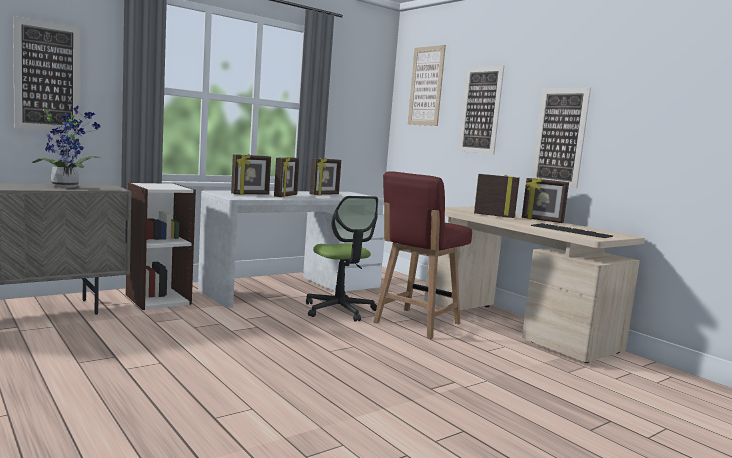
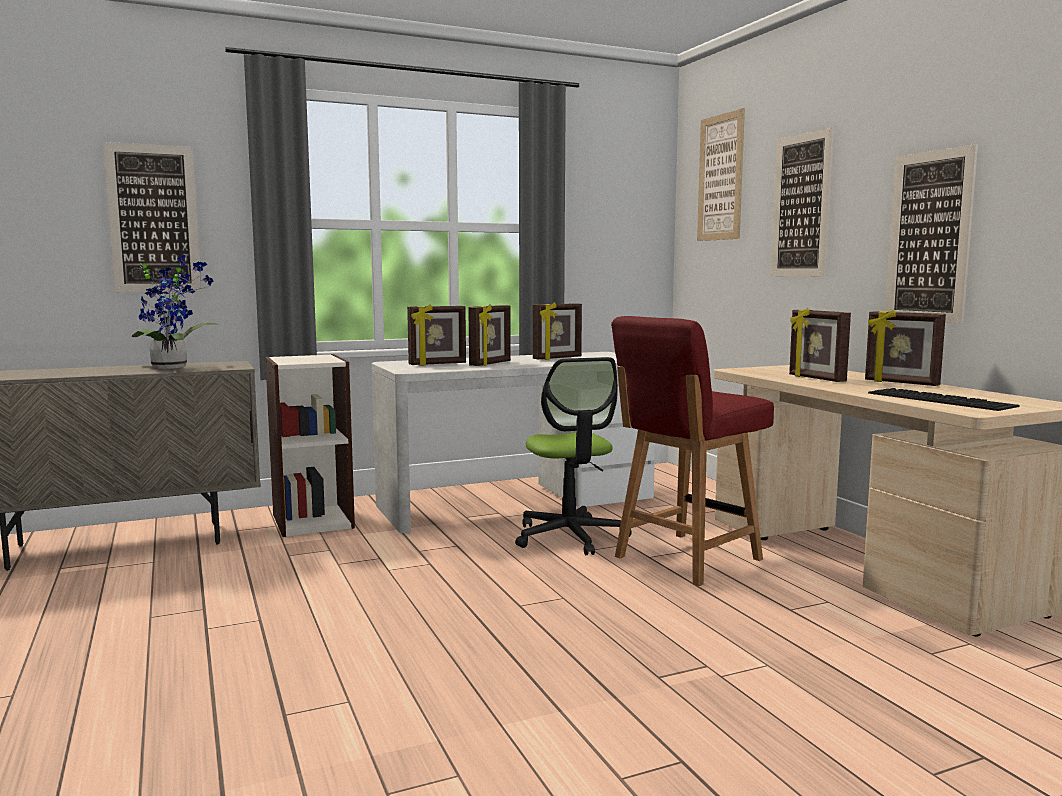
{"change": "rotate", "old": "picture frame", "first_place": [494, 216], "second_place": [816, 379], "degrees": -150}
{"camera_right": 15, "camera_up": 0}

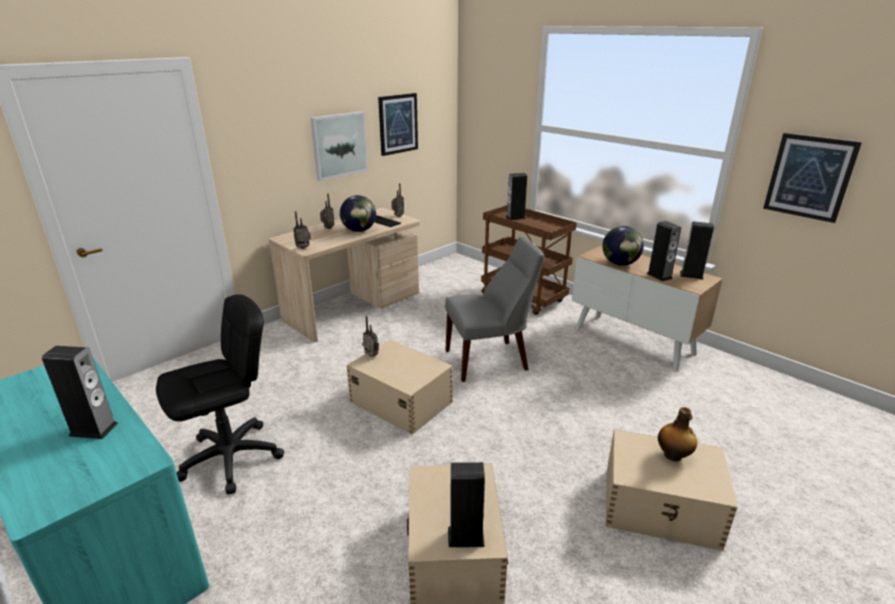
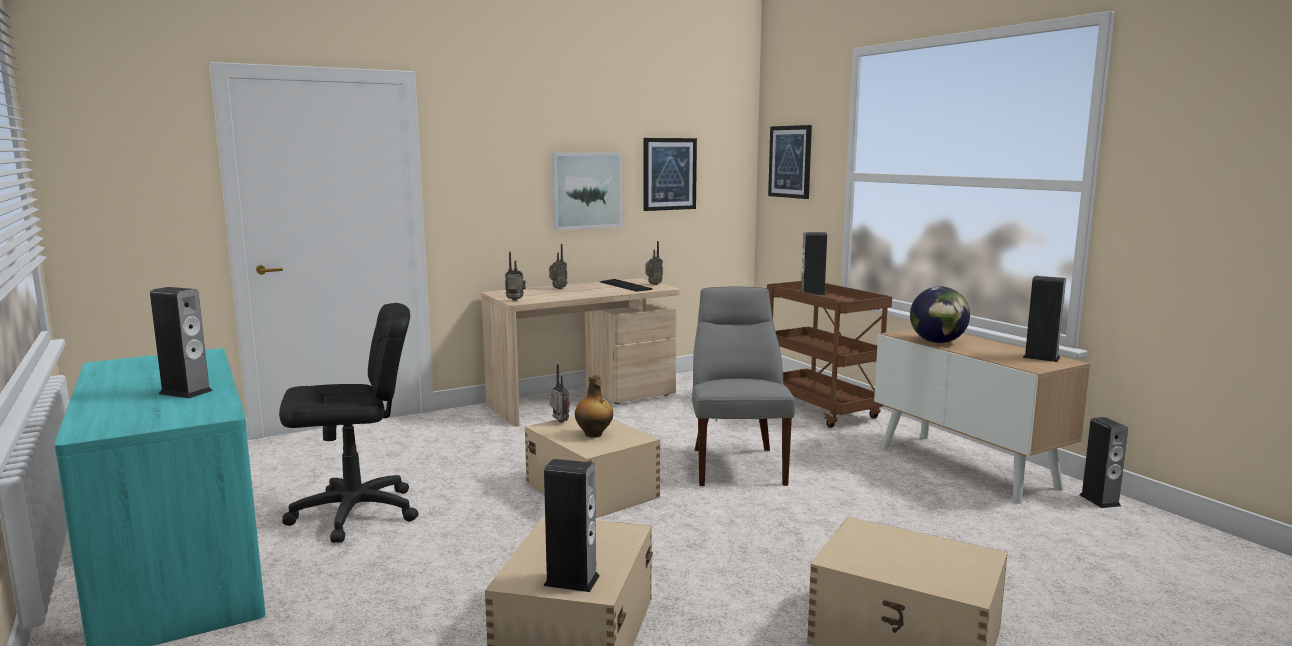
{"change": "move", "old": "picture", "first_place": [809, 177], "second_place": [790, 161]}
{"change": "delete", "old": "globe", "first_place": [359, 230]}
{"change": "move", "old": "speaker", "first_place": [659, 276], "second_place": [1099, 500]}
{"change": "rotate", "old": "chair in grey", "first_place": [490, 360], "second_place": [737, 464], "degrees": -90}
{"change": "move", "old": "bottle", "first_place": [673, 456], "second_place": [594, 434]}
{"camera_right": 15, "camera_up": -15}

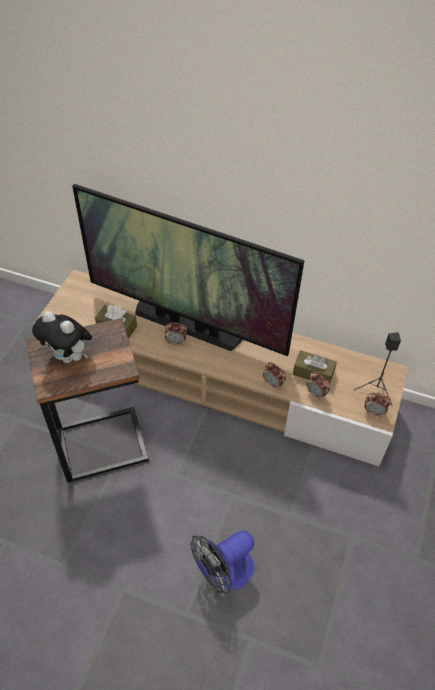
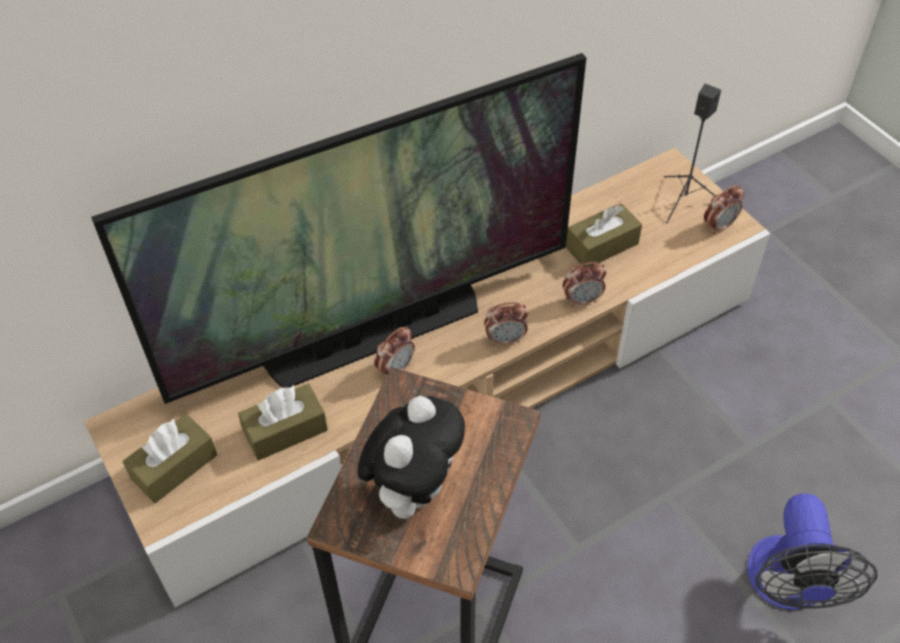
{"change": "rotate", "old": "plush toy", "first_place": [69, 357], "second_place": [414, 489], "degrees": -45}
{"change": "move", "old": "alarm clock", "first_place": [316, 393], "second_place": [505, 339]}
{"change": "insert", "new": "tissue box in brown", "second_place": [174, 466]}
{"camera_right": -50, "camera_up": 0}

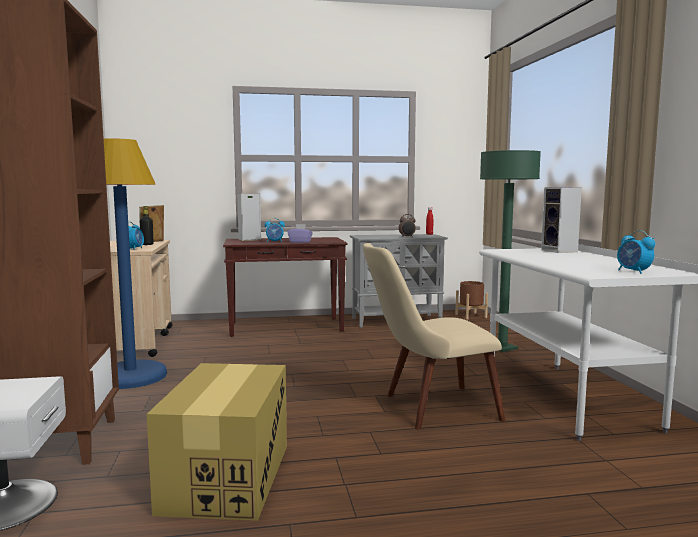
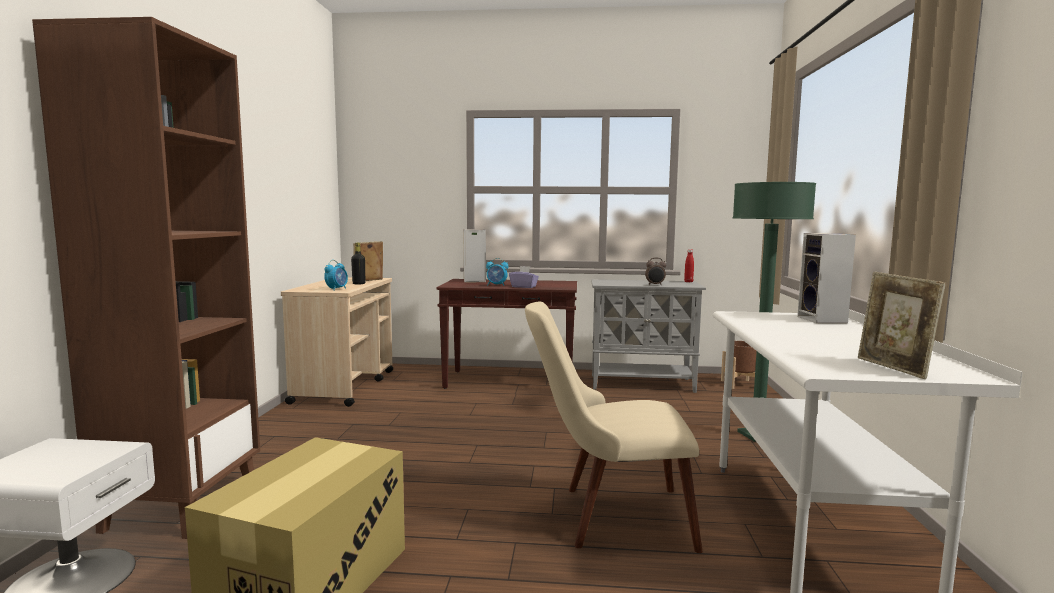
{"change": "delete", "old": "floor lamp in blue", "first_place": [130, 376]}
{"change": "replace", "old": "alarm clock", "new": "picture frame", "first_place": [633, 271], "second_place": [893, 368]}
{"camera_right": 15, "camera_up": 0}

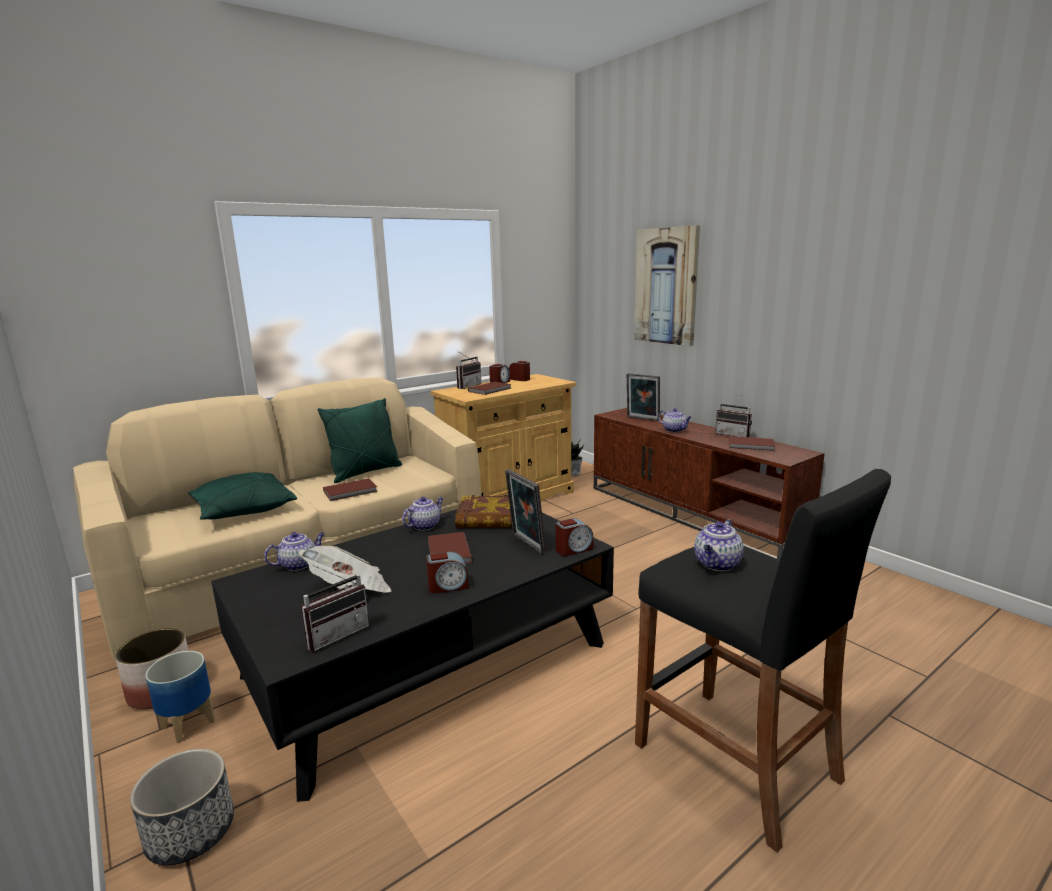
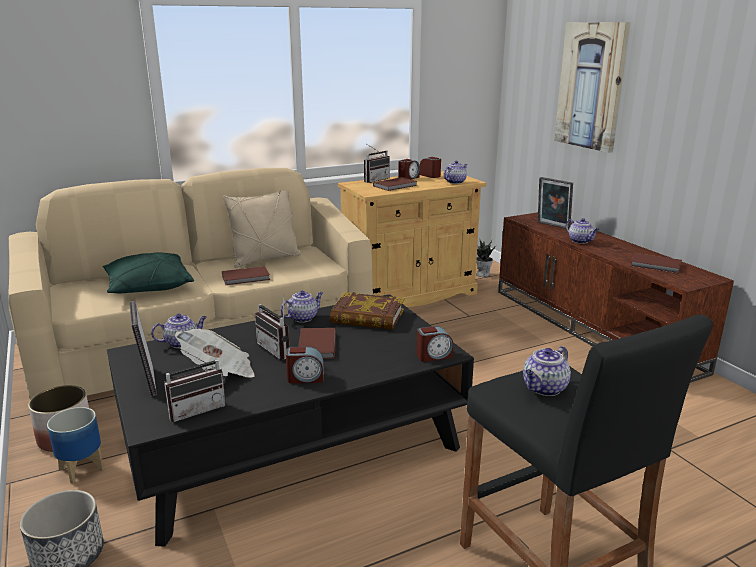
{"change": "move", "old": "radio", "first_place": [734, 435], "second_place": [278, 349]}
{"change": "recolor", "old": "pillow in green", "new": "pillow in beige", "first_place": [365, 472], "second_place": [265, 259]}
{"change": "move", "old": "picture frame", "first_place": [526, 544], "second_place": [148, 382]}
{"change": "insert", "new": "teapot", "second_place": [455, 182]}
{"camera_right": 10, "camera_up": 5}

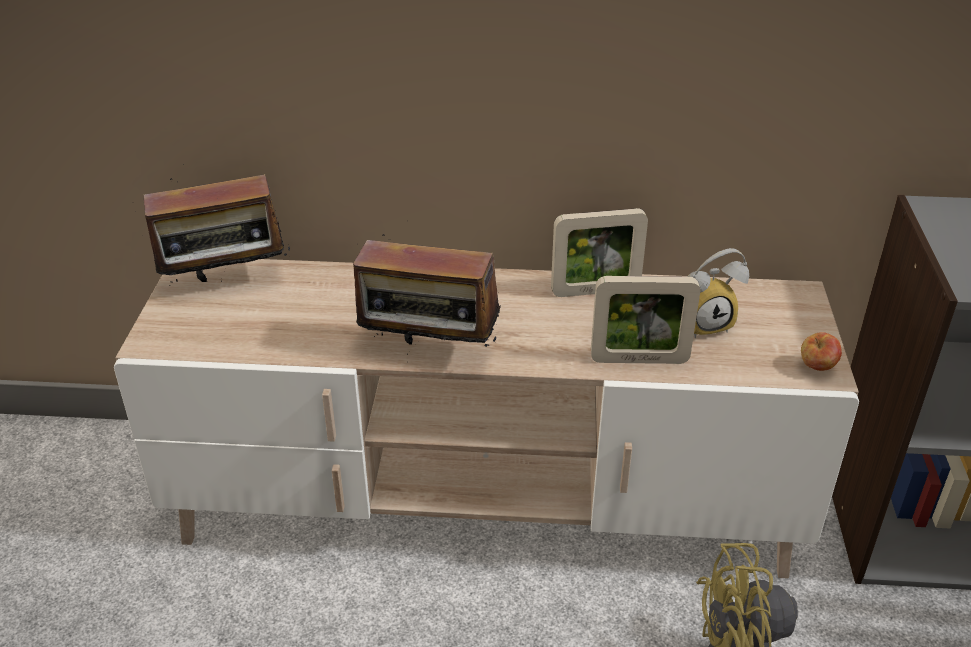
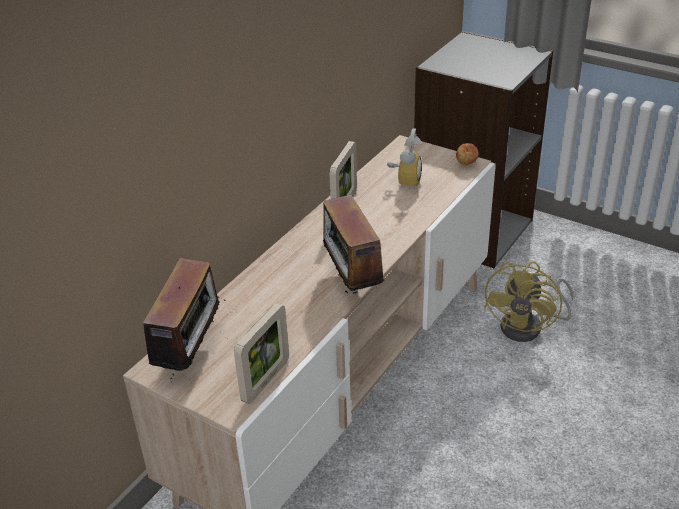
{"change": "rotate", "old": "radio", "first_place": [429, 353], "second_place": [351, 283], "degrees": 120}
{"change": "move", "old": "picture frame", "first_place": [639, 360], "second_place": [266, 380]}
{"camera_right": -60, "camera_up": 0}

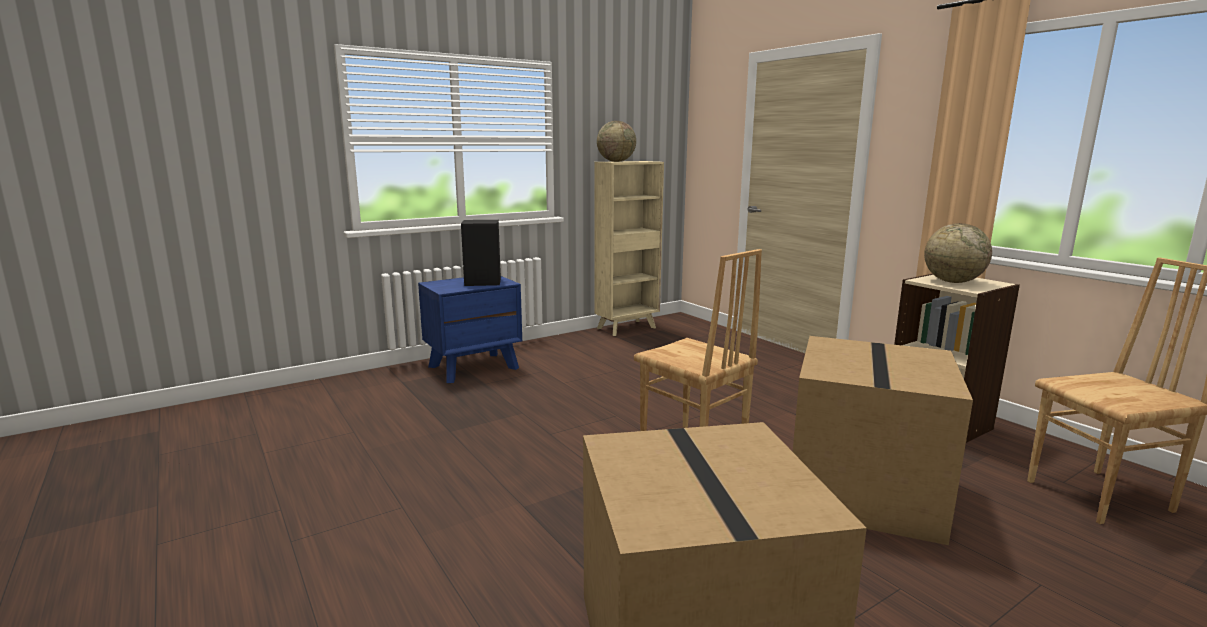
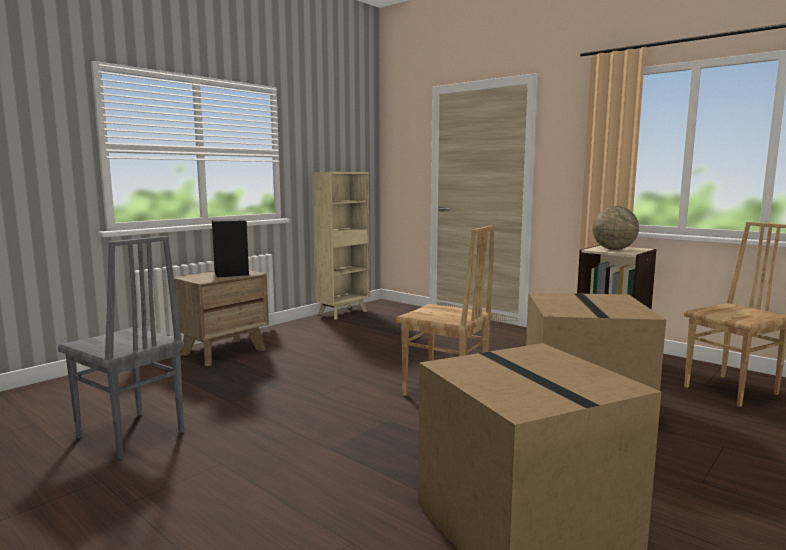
{"change": "delete", "old": "globe", "first_place": [616, 161]}
{"change": "recolor", "old": "nightstand in blue", "new": "nightstand in brown", "first_place": [474, 367], "second_place": [223, 352]}
{"change": "insert", "new": "chair in grey", "second_place": [129, 435]}
{"camera_right": -15, "camera_up": -5}

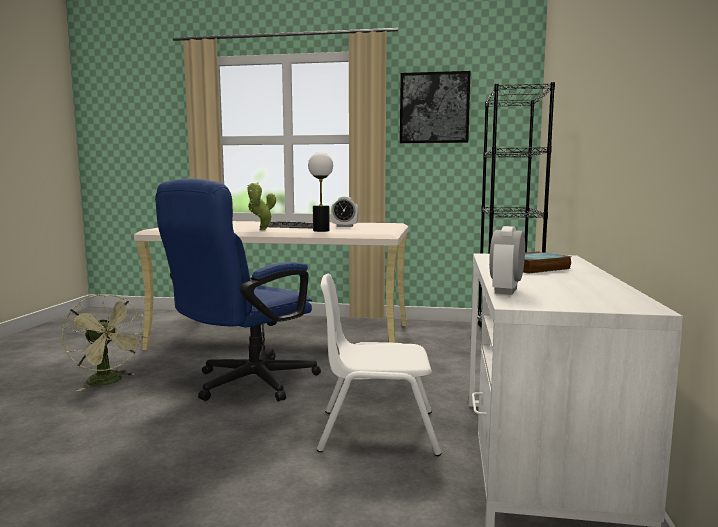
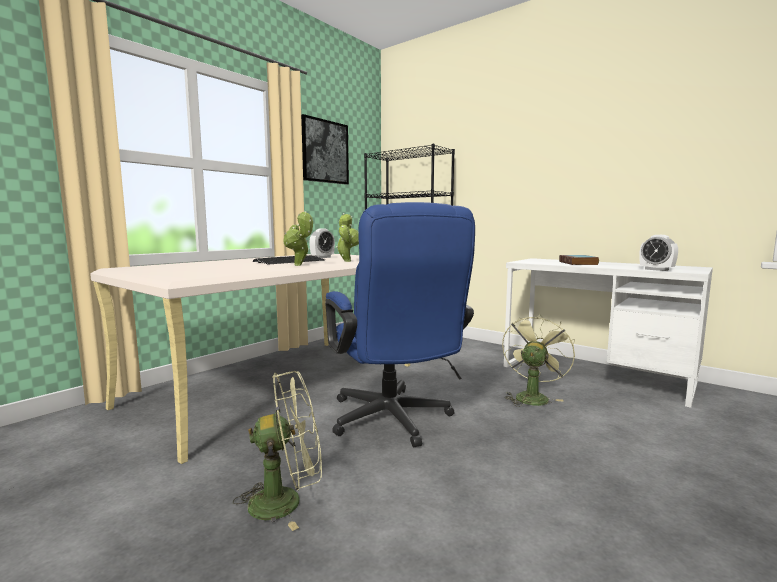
{"change": "replace", "old": "table lamp", "new": "potted plant", "first_place": [321, 230], "second_place": [347, 261]}
{"change": "replace", "old": "chair in white", "new": "fan in green", "first_place": [377, 431], "second_place": [532, 396]}
{"camera_right": -60, "camera_up": 0}

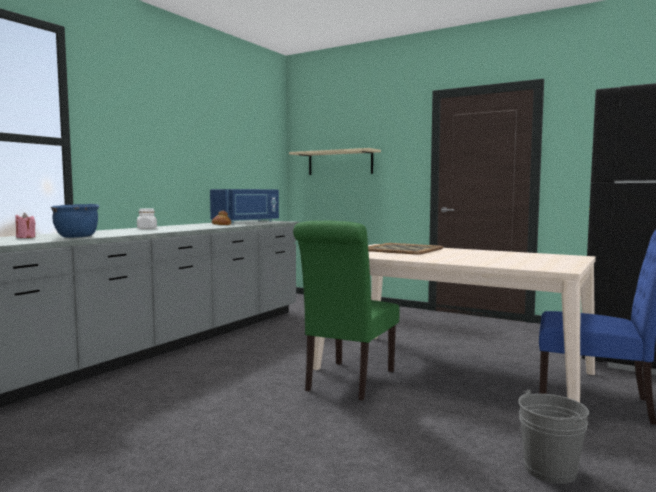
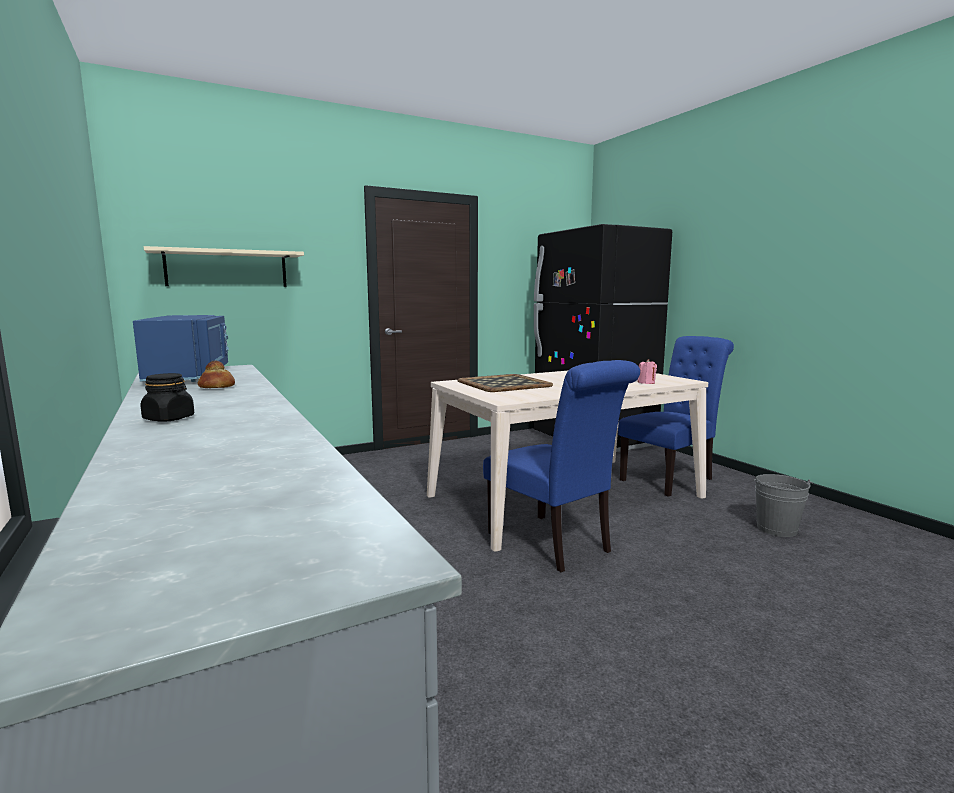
{"change": "delete", "old": "cooking pot in blue", "first_place": [77, 237]}
{"change": "recolor", "old": "jar in white", "new": "jar in black", "first_place": [147, 228], "second_place": [169, 419]}
{"change": "move", "old": "candle in pink", "first_place": [25, 237], "second_place": [646, 383]}
{"change": "recolor", "old": "chair in green", "new": "chair in blue", "first_place": [347, 382], "second_place": [554, 544]}
{"camera_right": -60, "camera_up": 5}

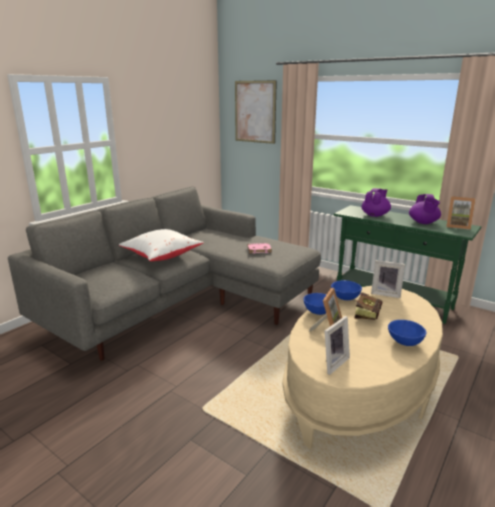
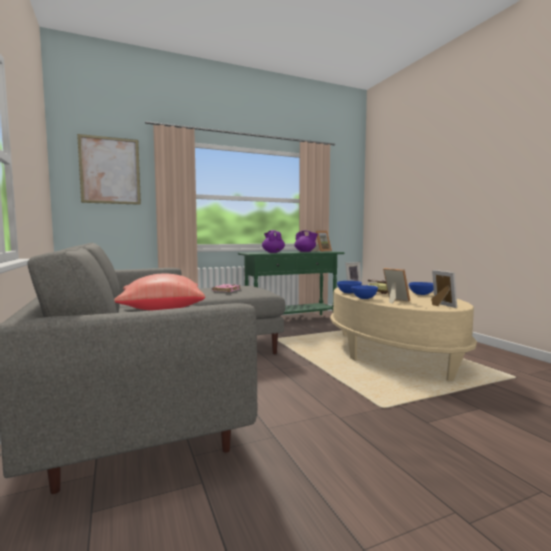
{"change": "recolor", "old": "pillow in white", "new": "pillow in red", "first_place": [161, 256], "second_place": [161, 309]}
{"camera_right": -60, "camera_up": -15}

